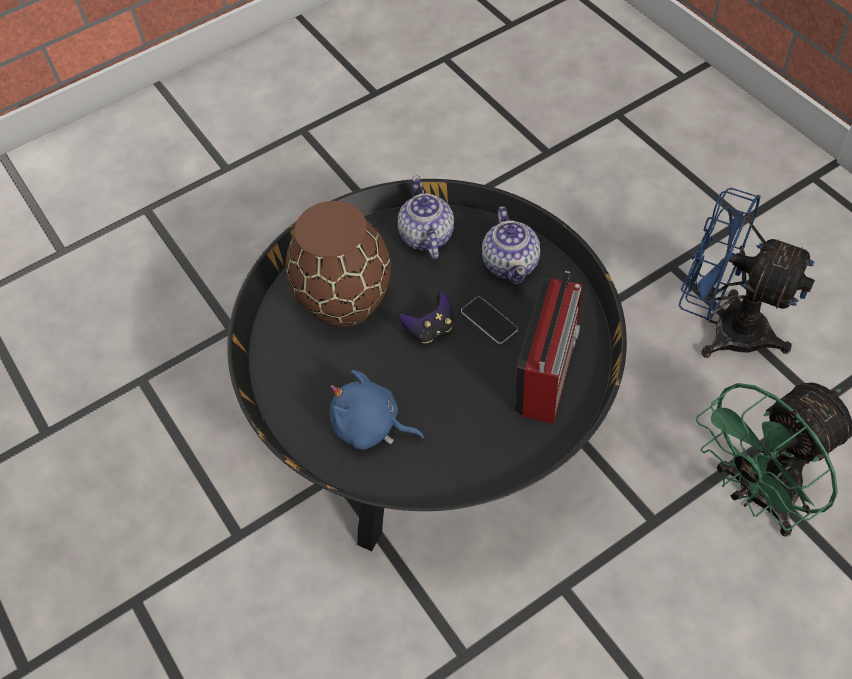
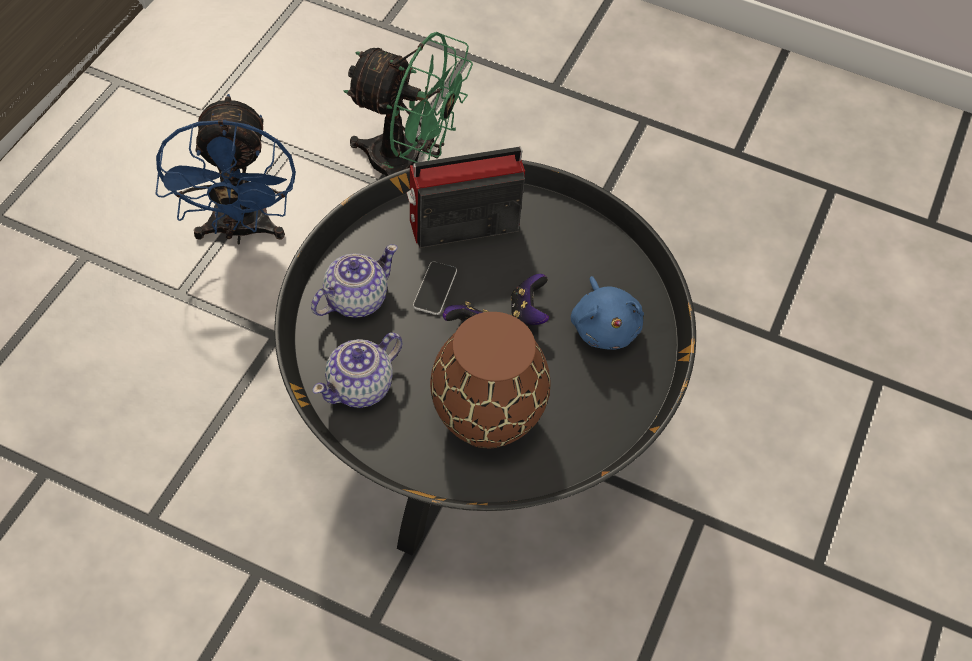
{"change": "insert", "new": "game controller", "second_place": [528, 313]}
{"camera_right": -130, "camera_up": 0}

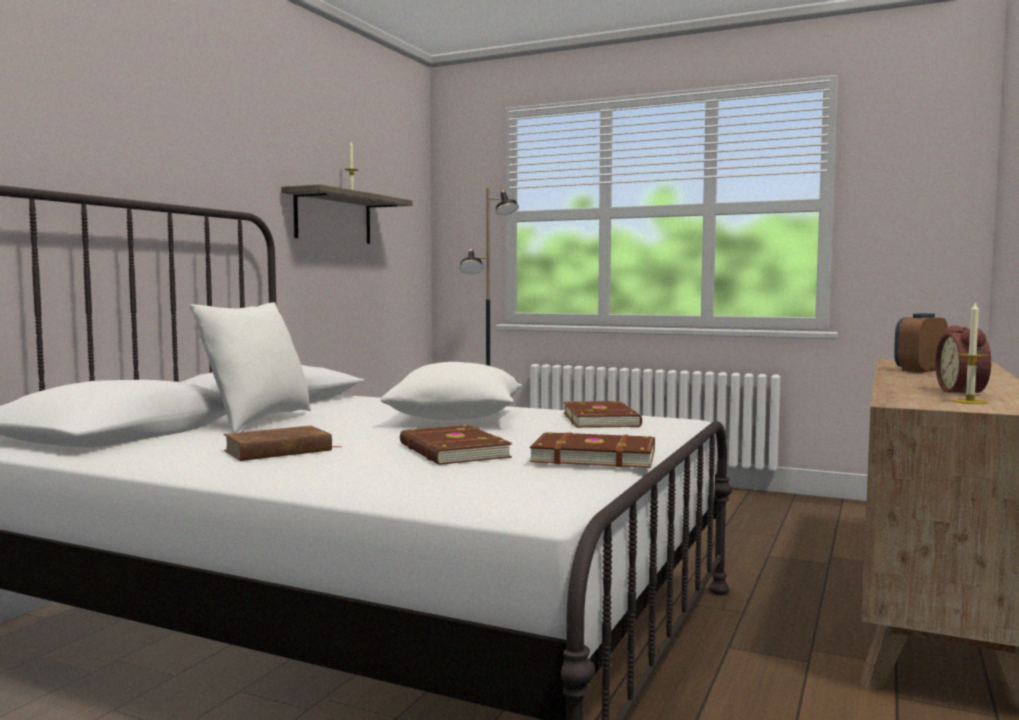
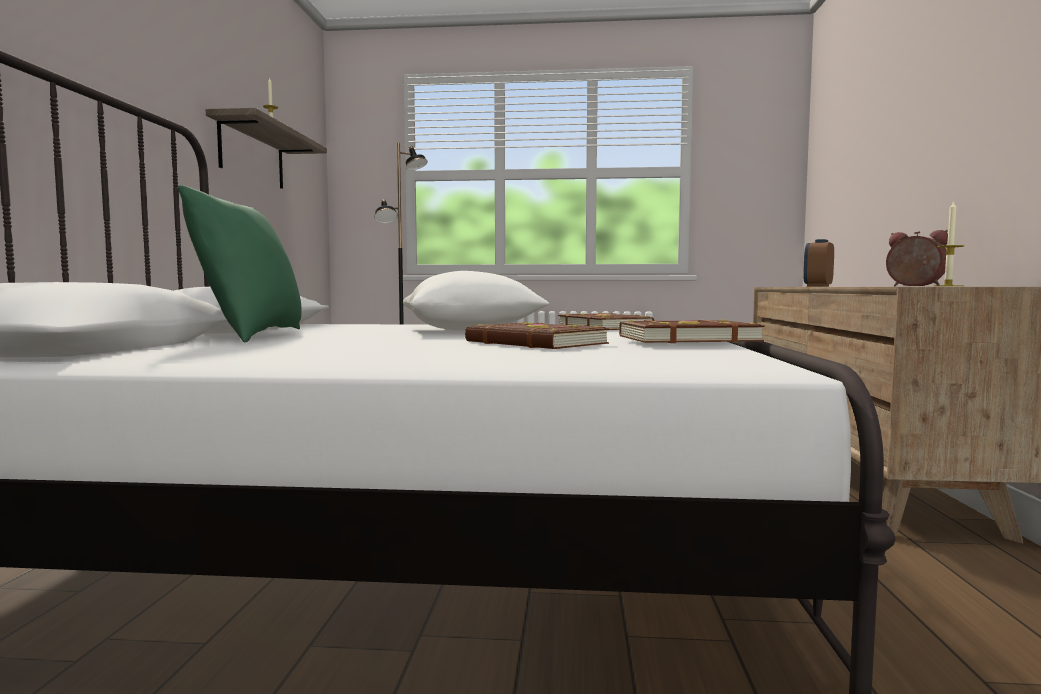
{"change": "recolor", "old": "pillow in white", "new": "pillow in green", "first_place": [256, 421], "second_place": [250, 336]}
{"change": "rotate", "old": "alarm clock", "first_place": [965, 392], "second_place": [914, 286], "degrees": 150}
{"change": "delete", "old": "book in brown", "first_place": [278, 451]}
{"camera_right": -20, "camera_up": 0}

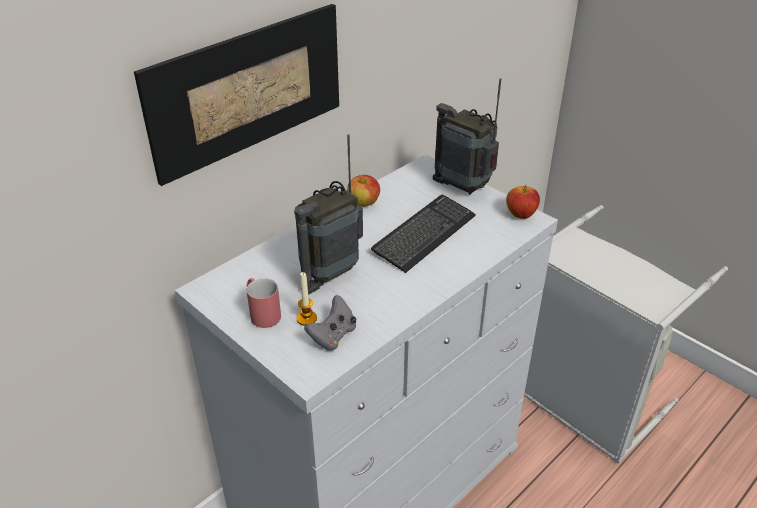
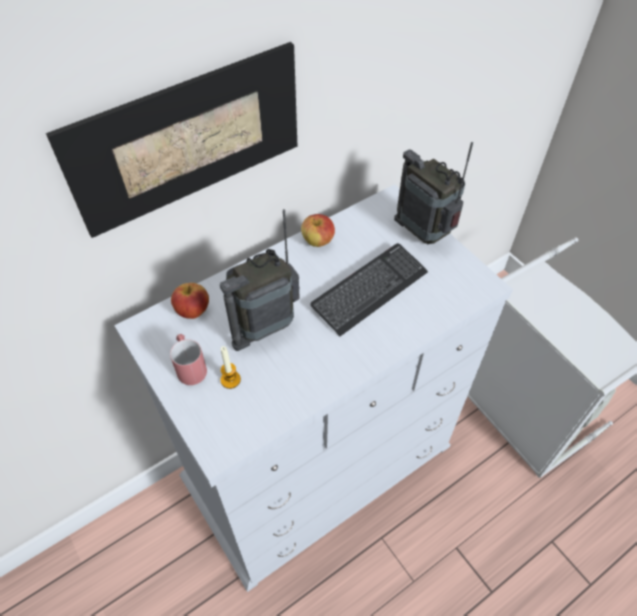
{"change": "move", "old": "apple", "first_place": [521, 214], "second_place": [193, 311]}
{"change": "delete", "old": "game controller in grey", "first_place": [333, 336]}
{"camera_right": 10, "camera_up": 15}

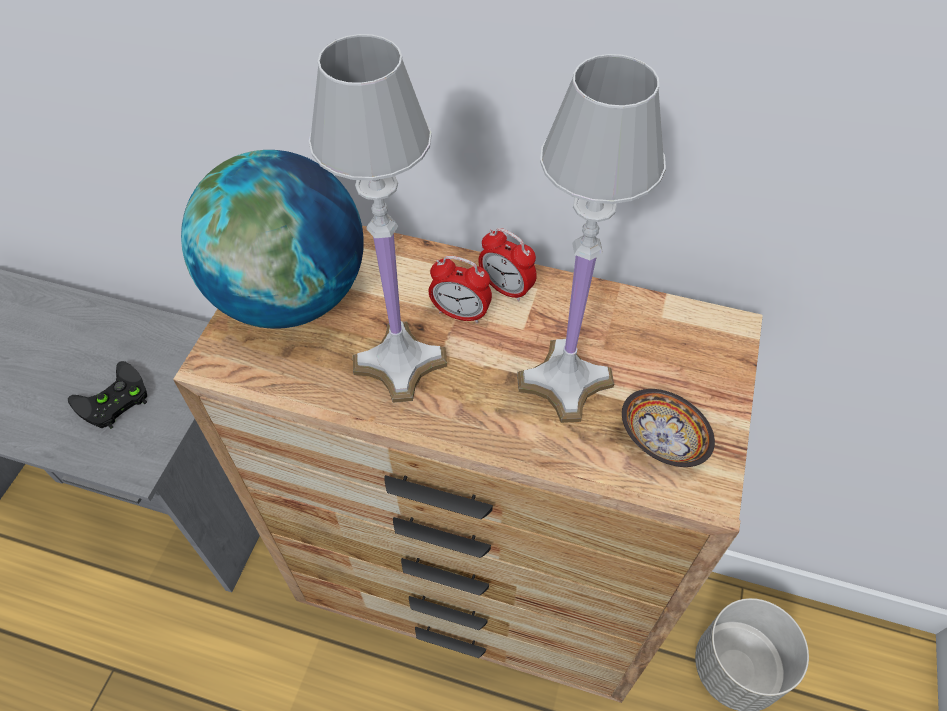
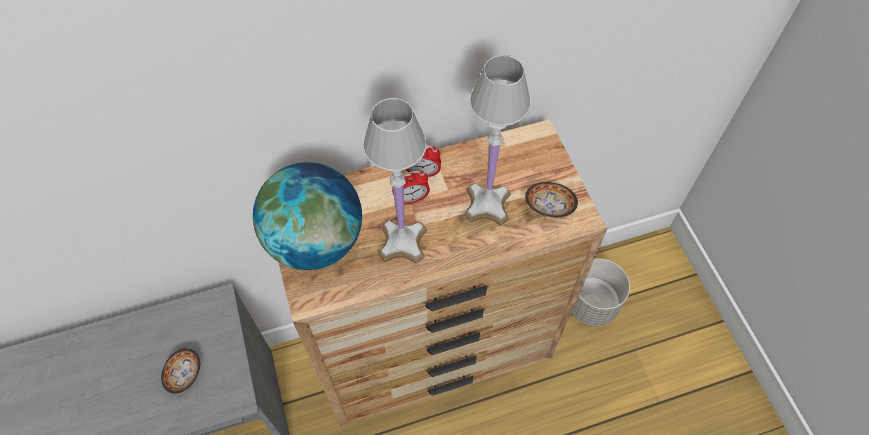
{"change": "replace", "old": "game controller in black", "new": "bowl", "first_place": [112, 402], "second_place": [184, 374]}
{"camera_right": -35, "camera_up": 5}

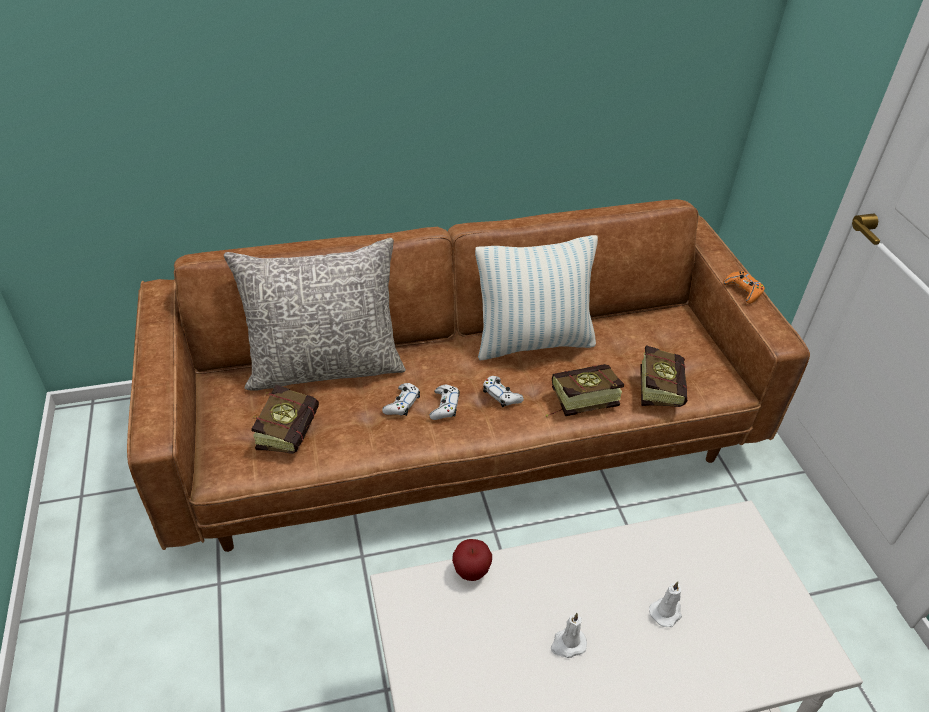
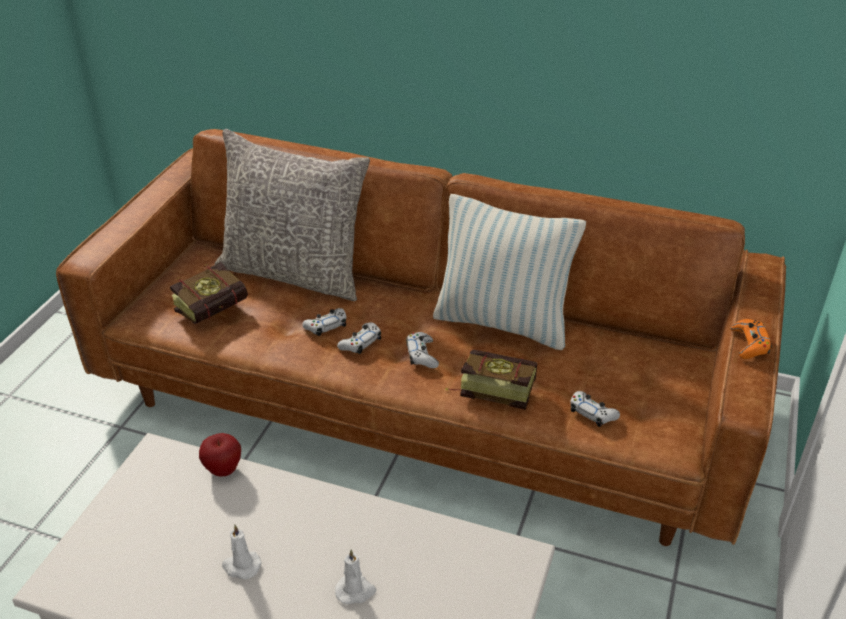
{"change": "replace", "old": "book", "new": "game controller in white", "first_place": [659, 387], "second_place": [592, 413]}
{"camera_right": 35, "camera_up": -5}

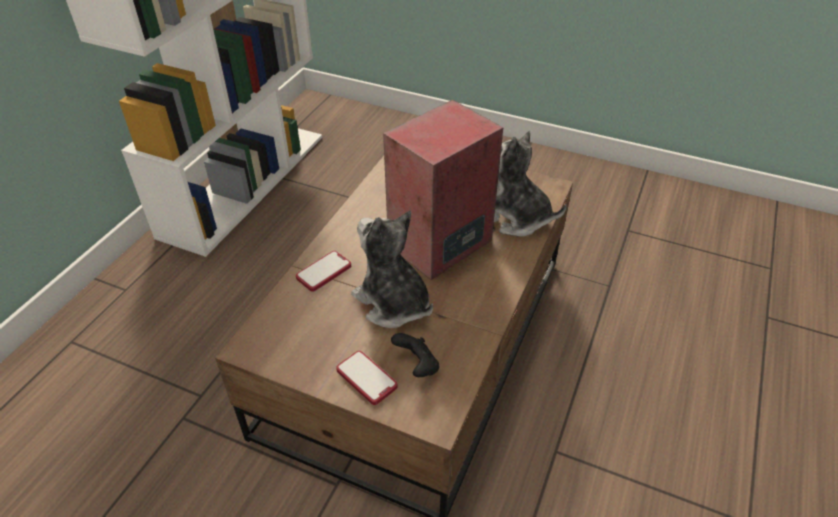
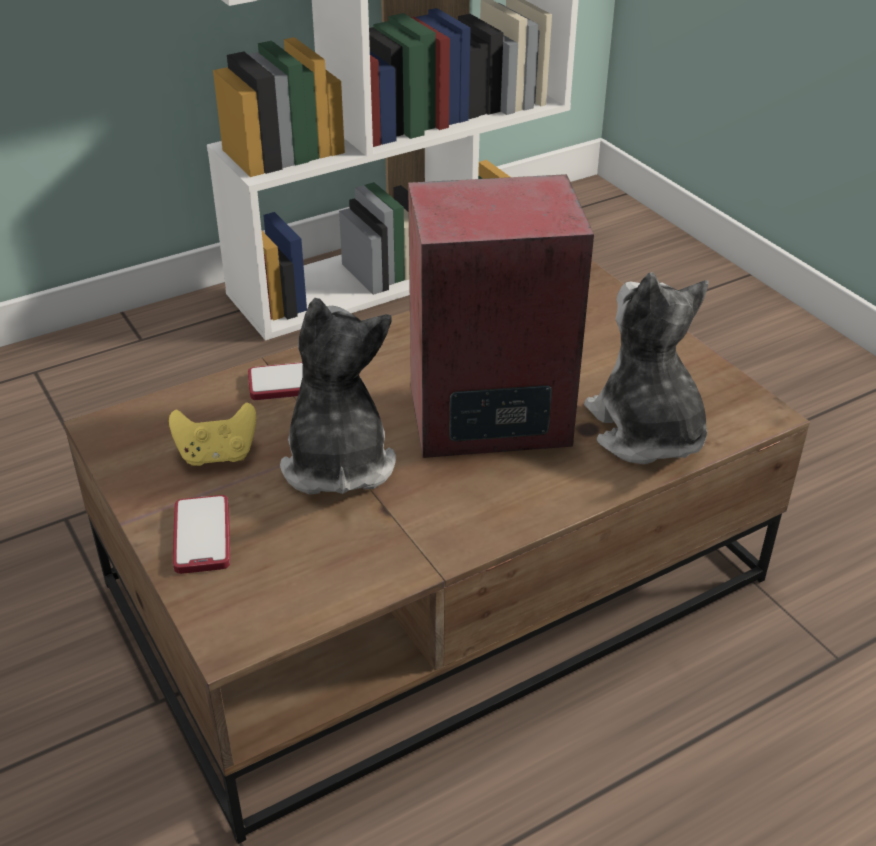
{"change": "delete", "old": "game controller in black", "first_place": [417, 366]}
{"change": "insert", "new": "game controller in yellow", "second_place": [217, 455]}
{"camera_right": 35, "camera_up": -5}

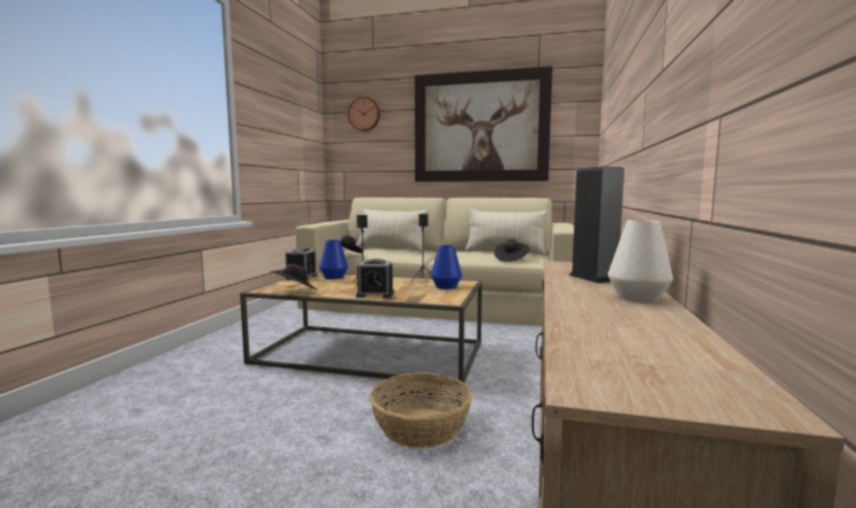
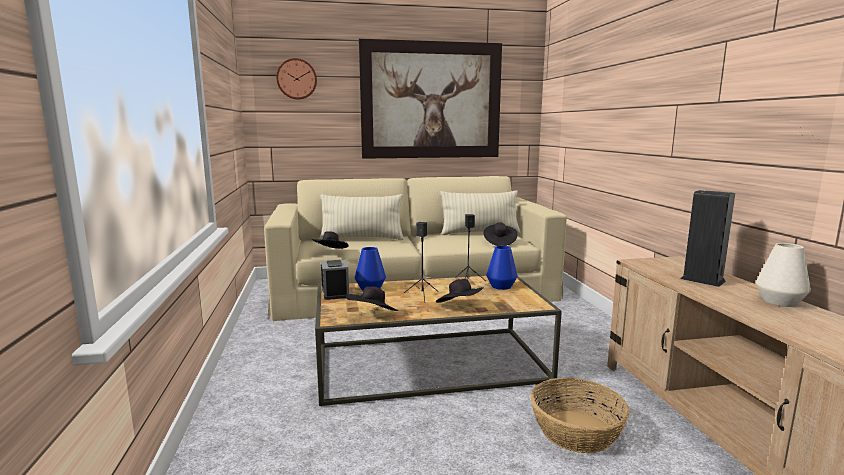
{"change": "replace", "old": "alarm clock", "new": "hat in black", "first_place": [375, 294], "second_place": [460, 307]}
{"camera_right": -25, "camera_up": 5}

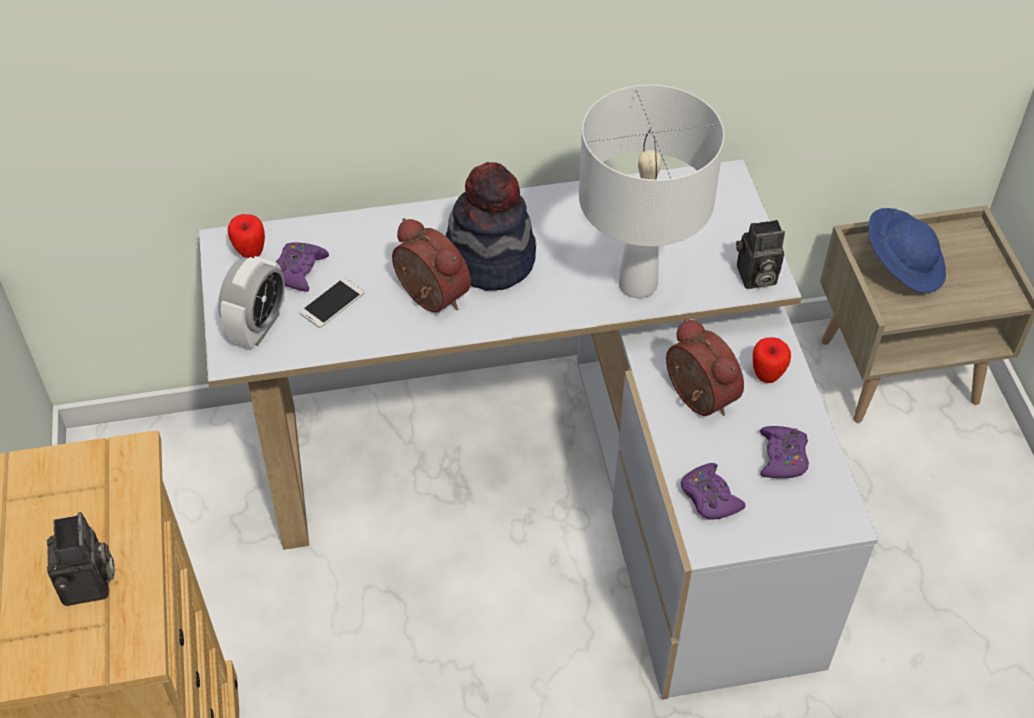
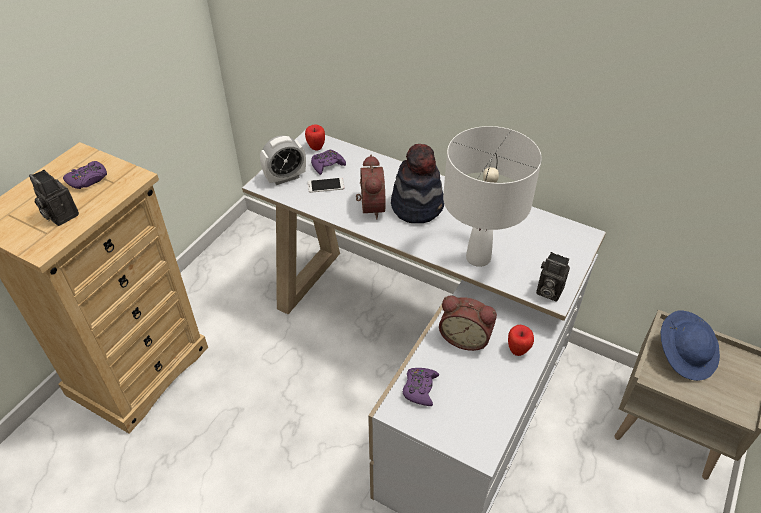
{"change": "rotate", "old": "alarm clock", "first_place": [696, 399], "second_place": [465, 337], "degrees": 105}
{"change": "move", "old": "game controller in purple", "first_place": [782, 457], "second_place": [88, 180]}
{"change": "rotate", "old": "photo camera", "first_place": [90, 585], "second_place": [60, 215], "degrees": 105}
{"camera_right": 40, "camera_up": -5}

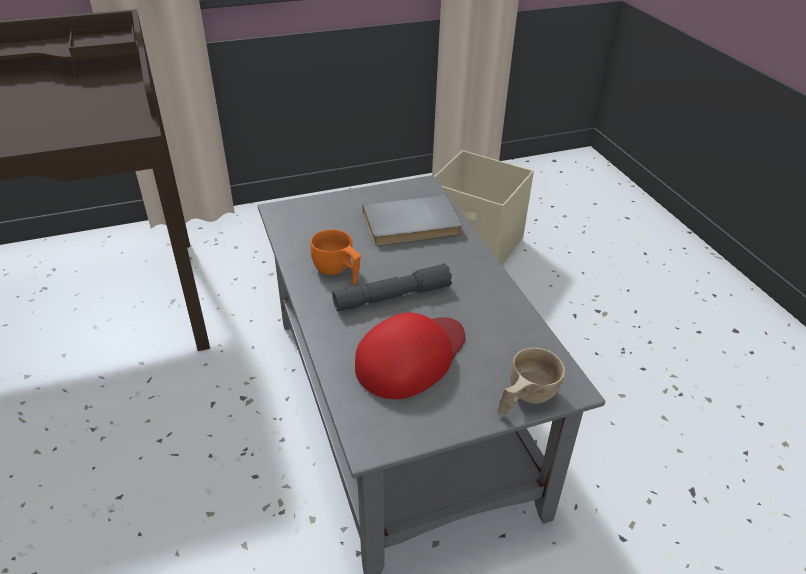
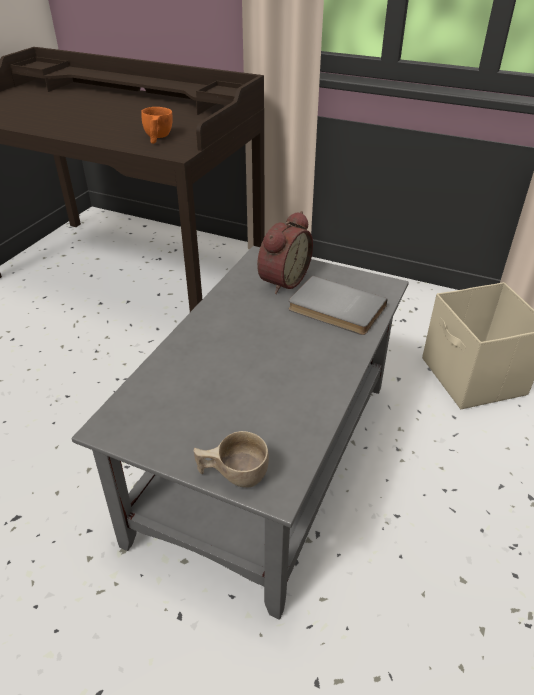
{"change": "move", "old": "cup in orange", "first_place": [337, 272], "second_place": [157, 138]}
{"change": "delete", "old": "flashlight in grey", "first_place": [392, 297]}
{"change": "delete", "old": "cap in red", "first_place": [411, 357]}
{"change": "insert", "new": "alarm clock", "second_place": [281, 280]}
{"camera_right": 45, "camera_up": 0}

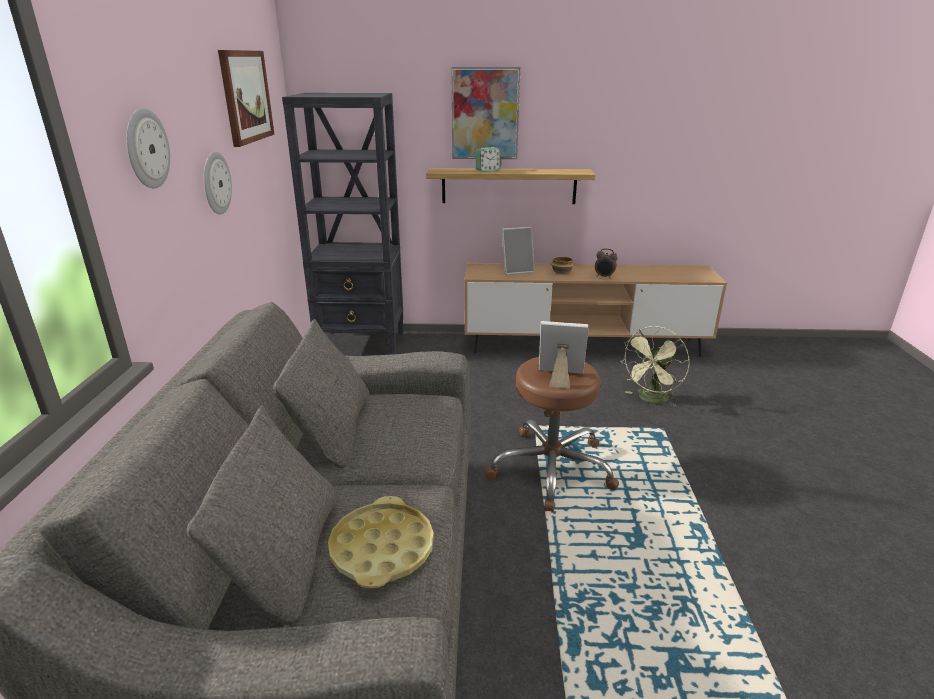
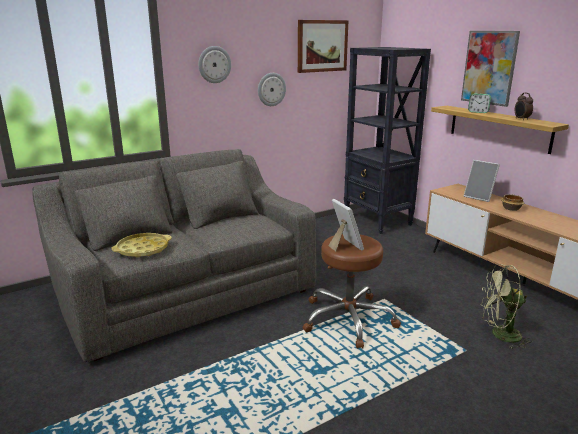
{"change": "move", "old": "alarm clock", "first_place": [604, 277], "second_place": [521, 119]}
{"camera_right": 55, "camera_up": -5}

